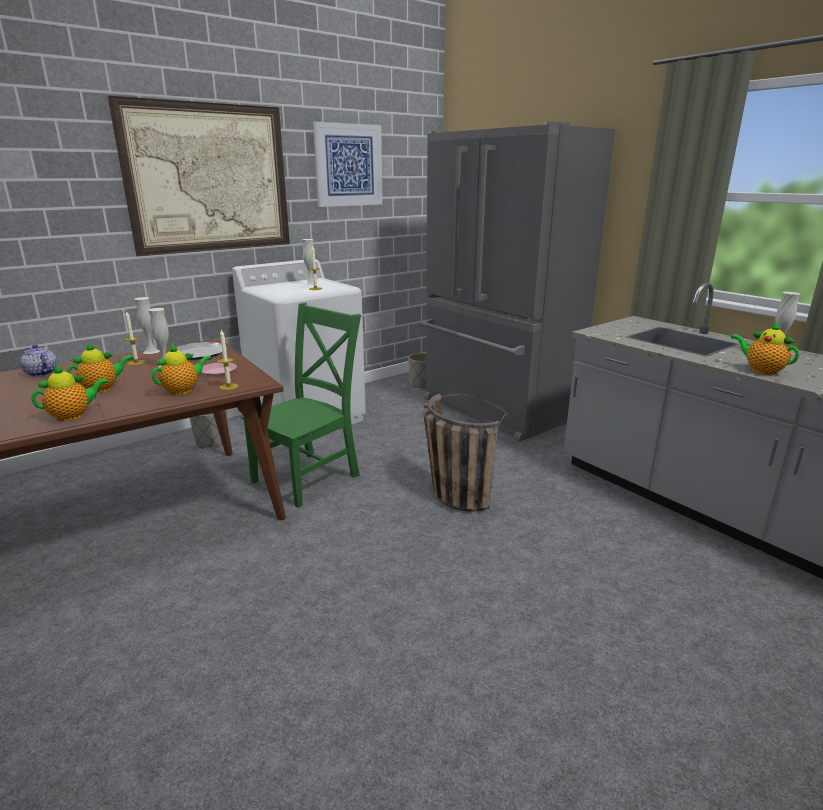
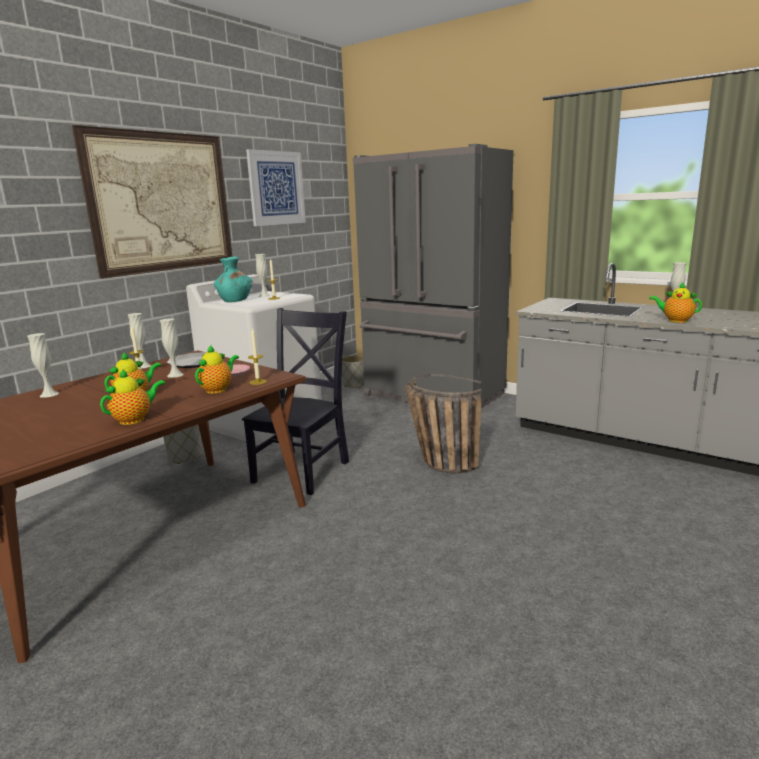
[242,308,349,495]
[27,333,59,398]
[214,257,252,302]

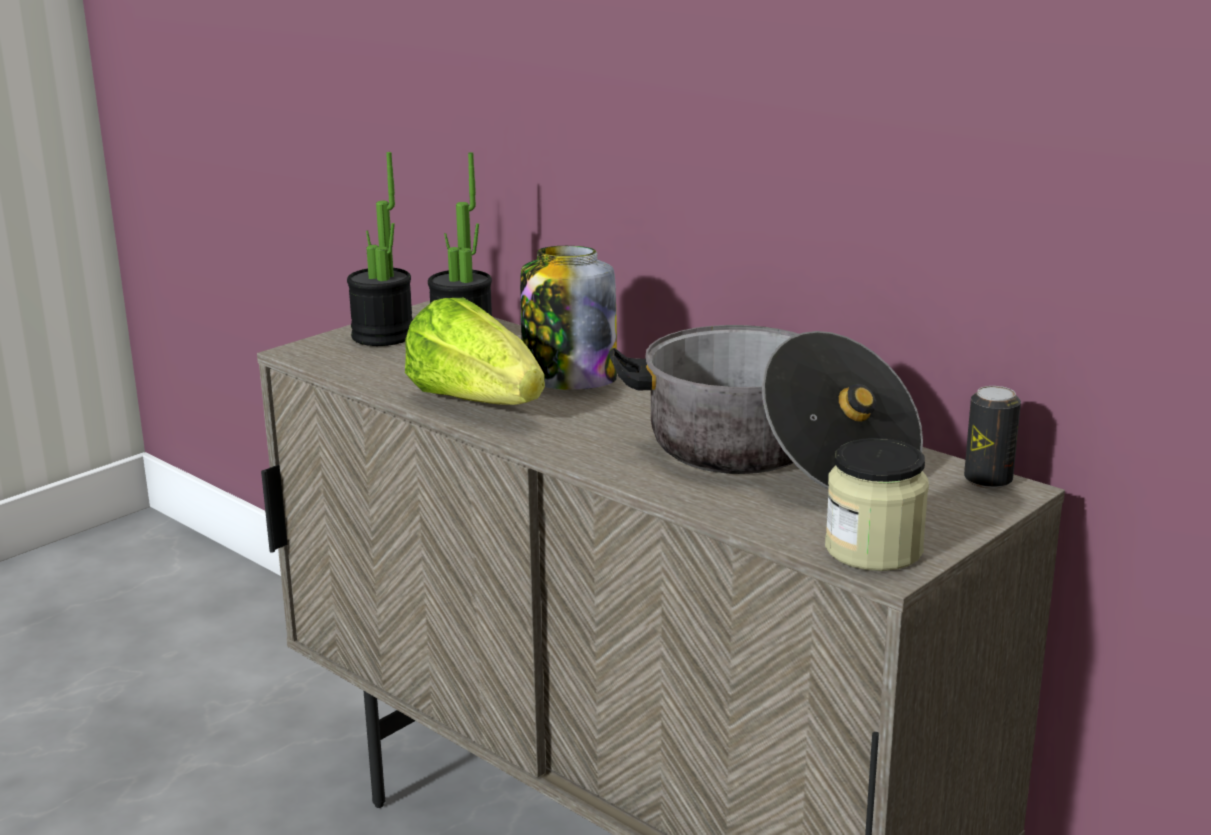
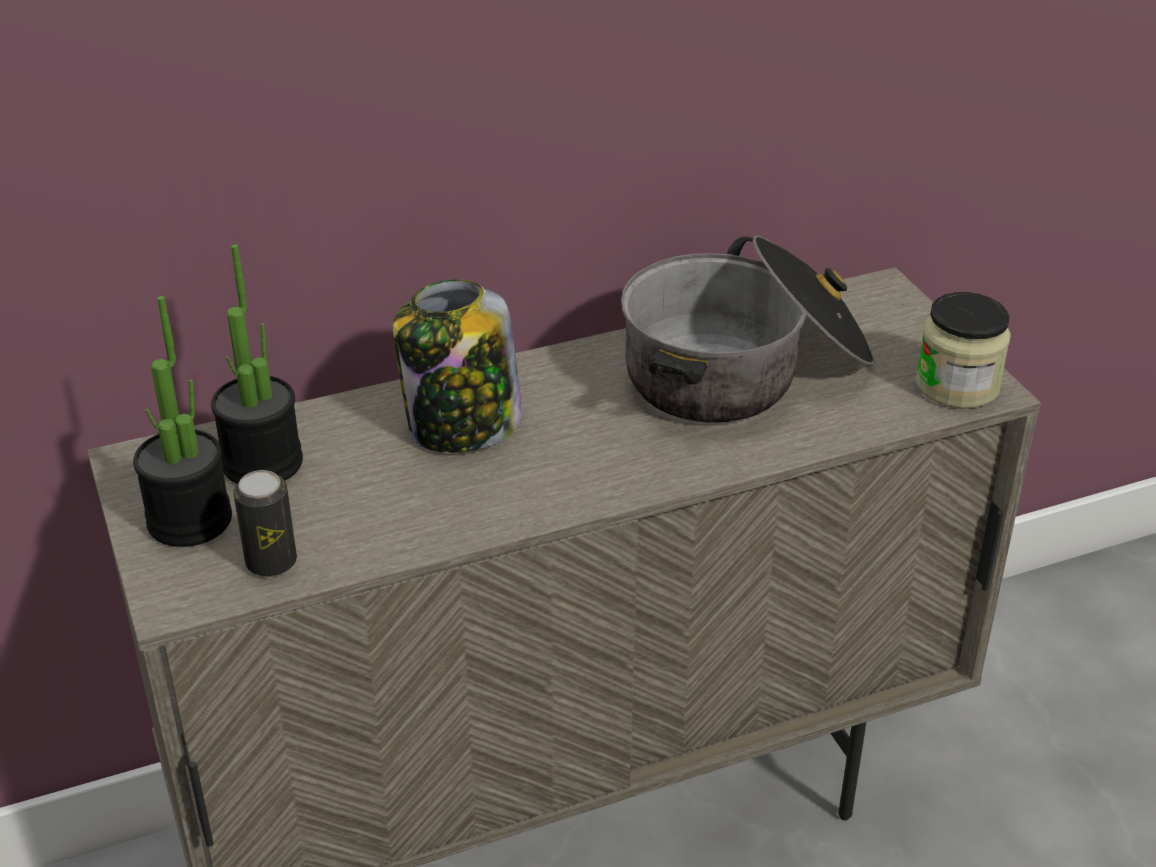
[405,298,545,405] (first image)
[233,470,297,577]

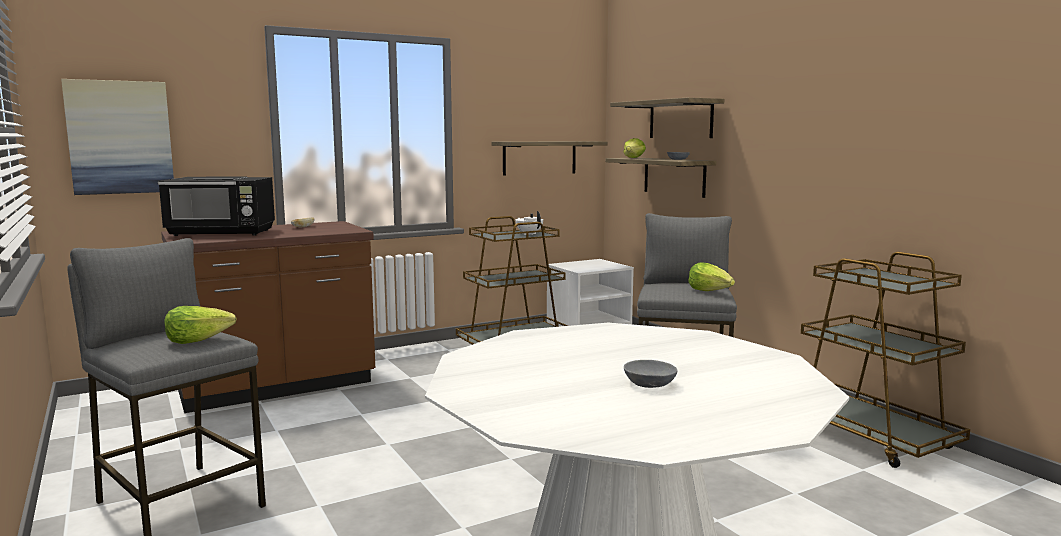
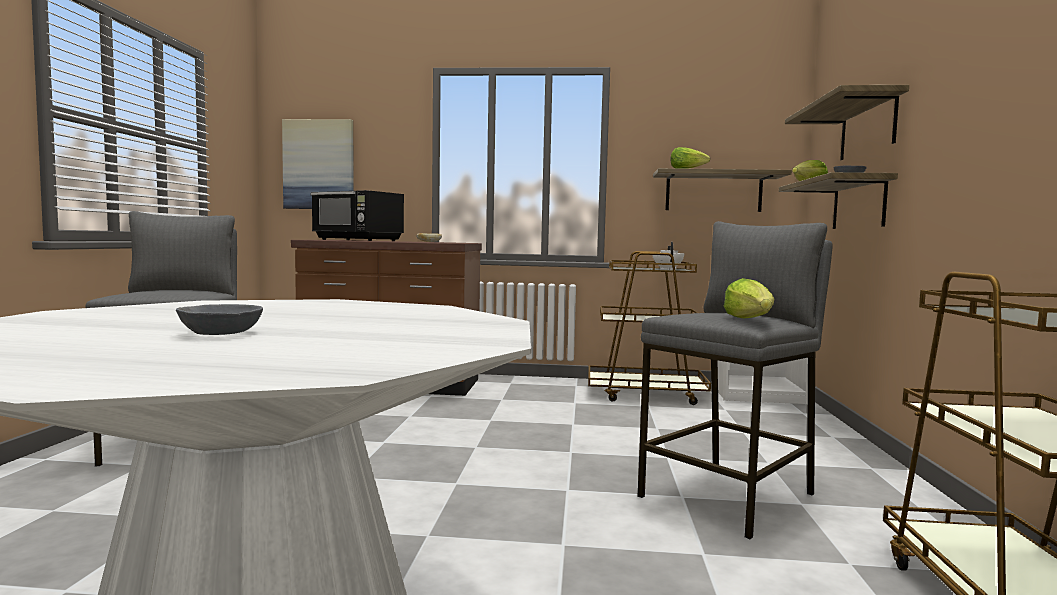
[671,147,710,169]

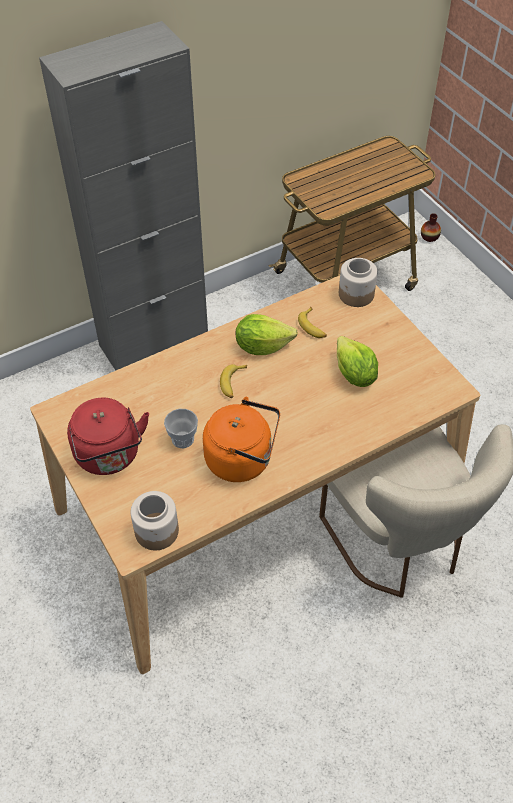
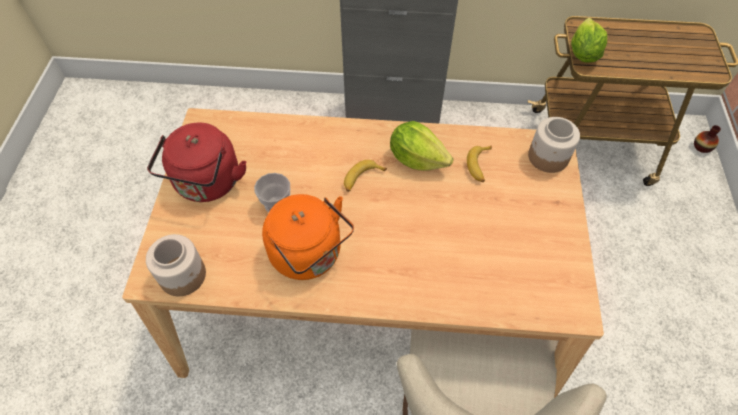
[571,18,607,63]

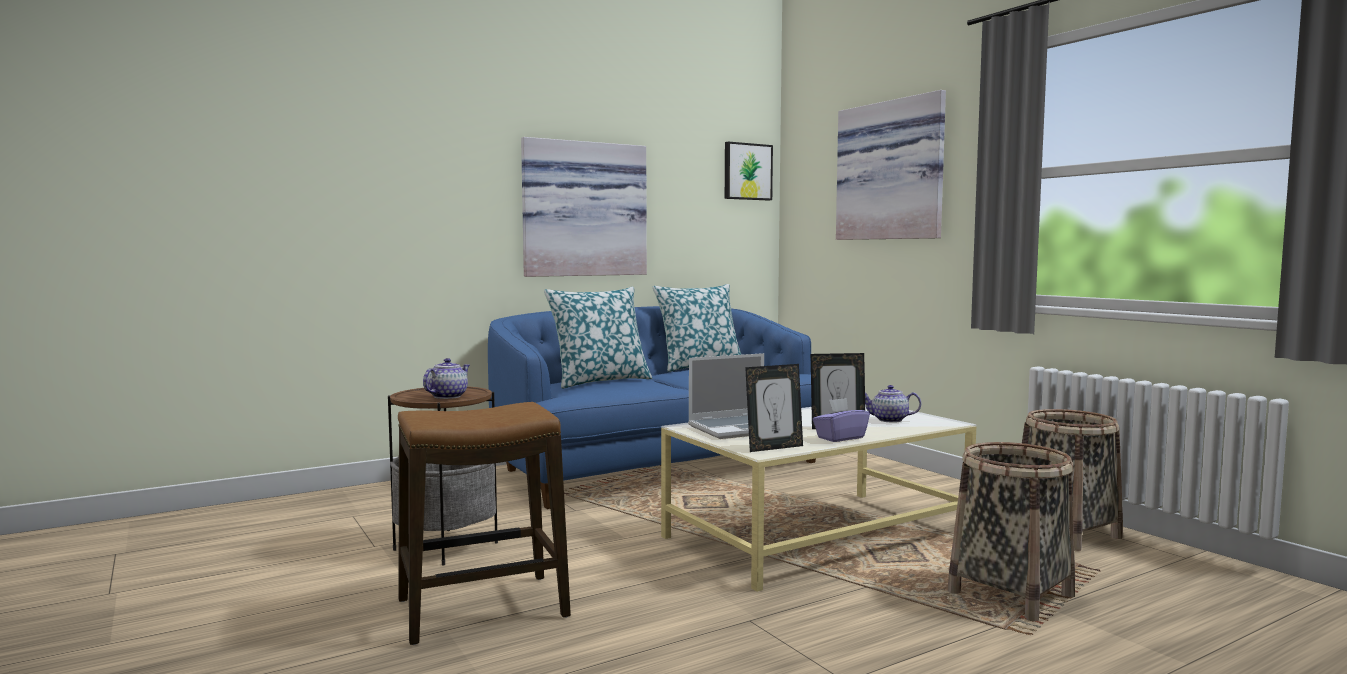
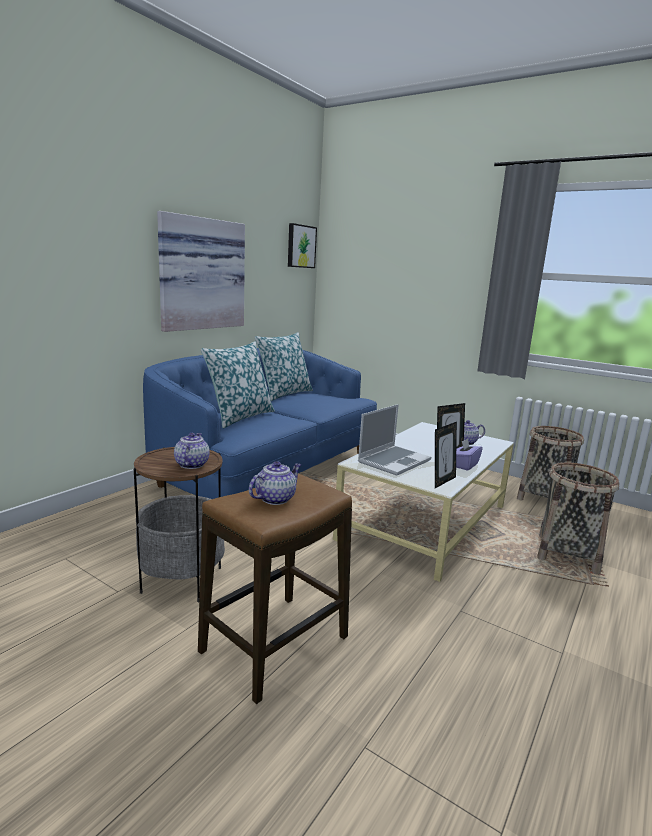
[836,90,946,240] (first image)
[249,461,301,505]

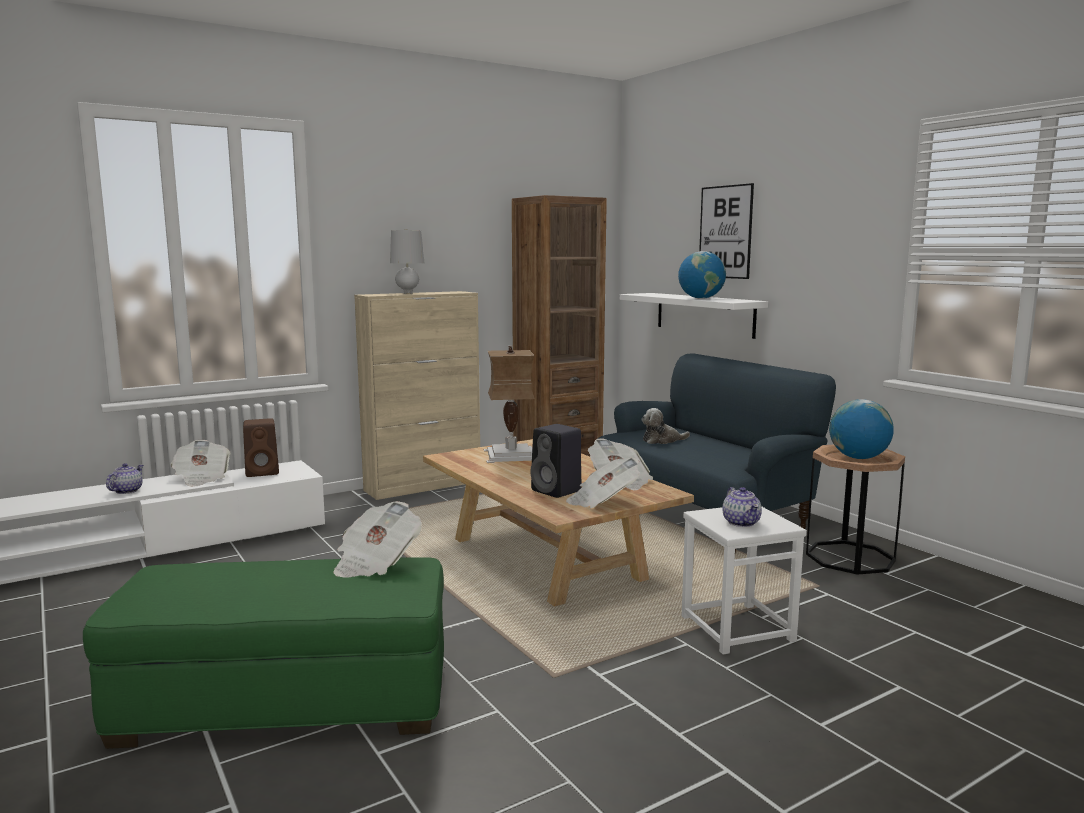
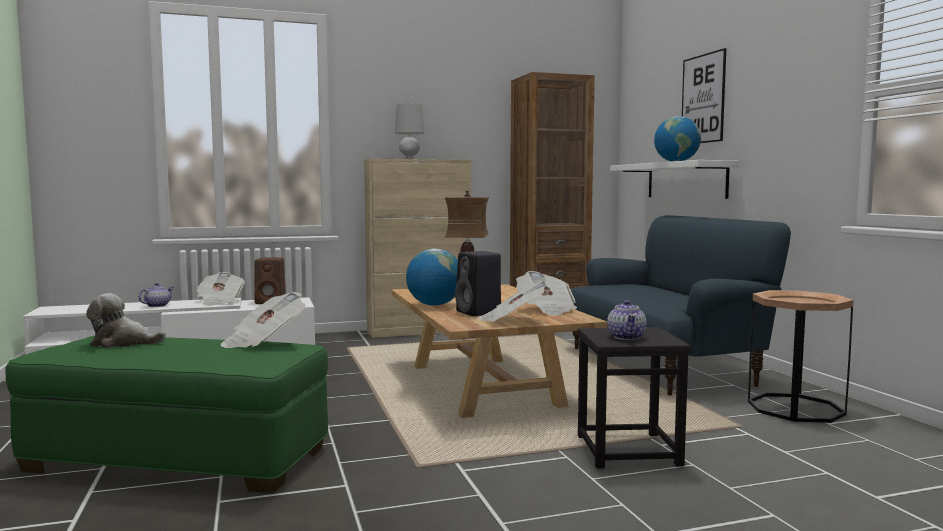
[406,249,458,306]
[86,293,166,348]
[578,327,691,469]

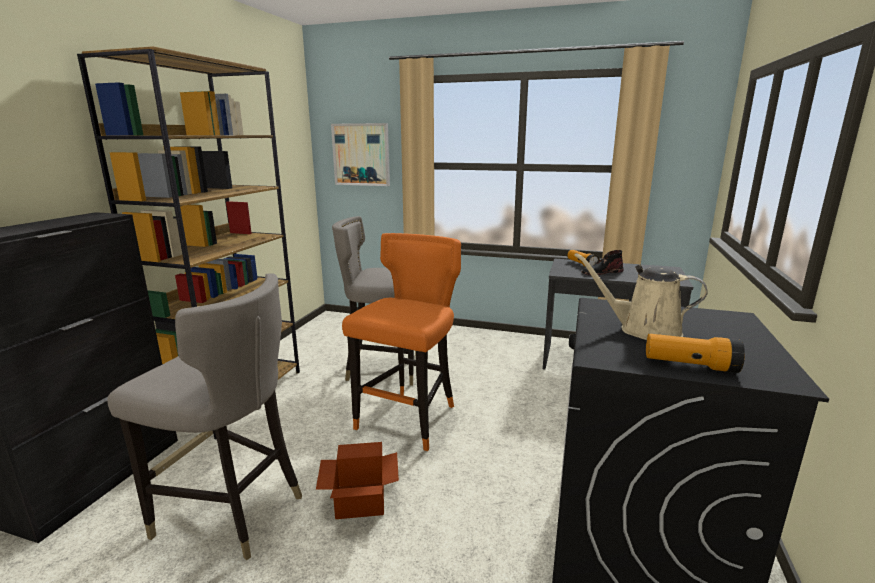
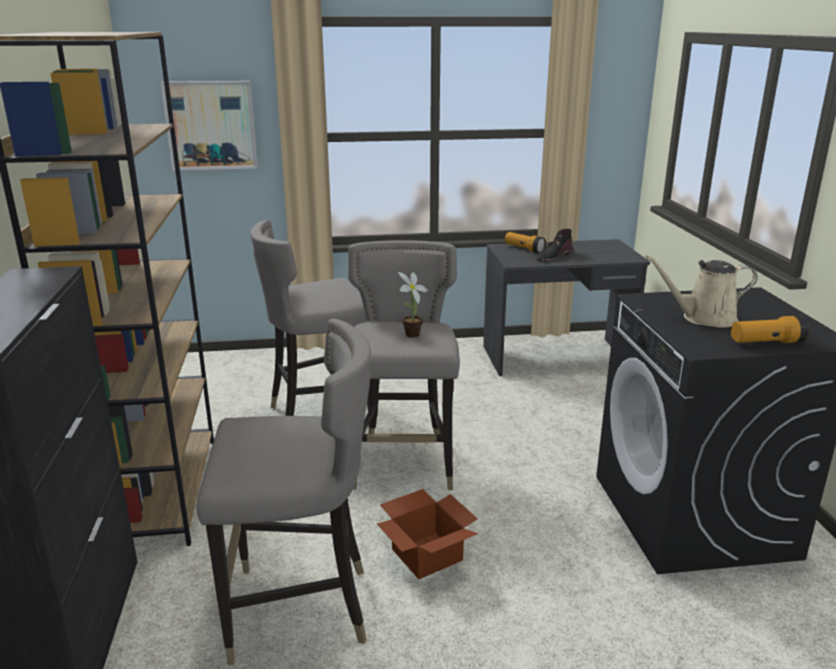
[348,240,460,490]
[398,272,428,337]

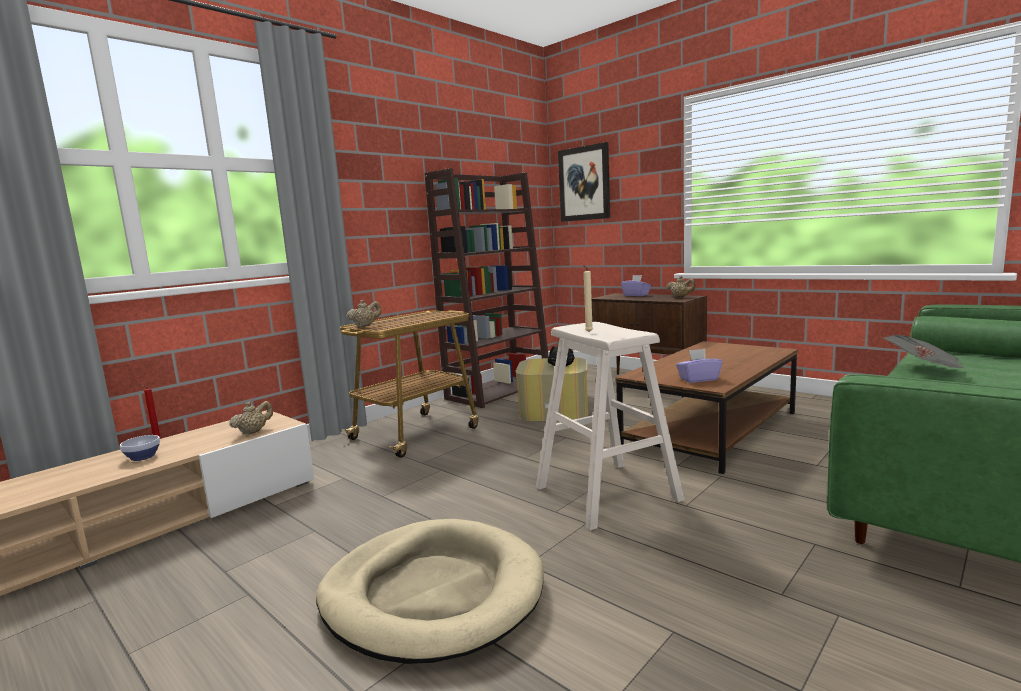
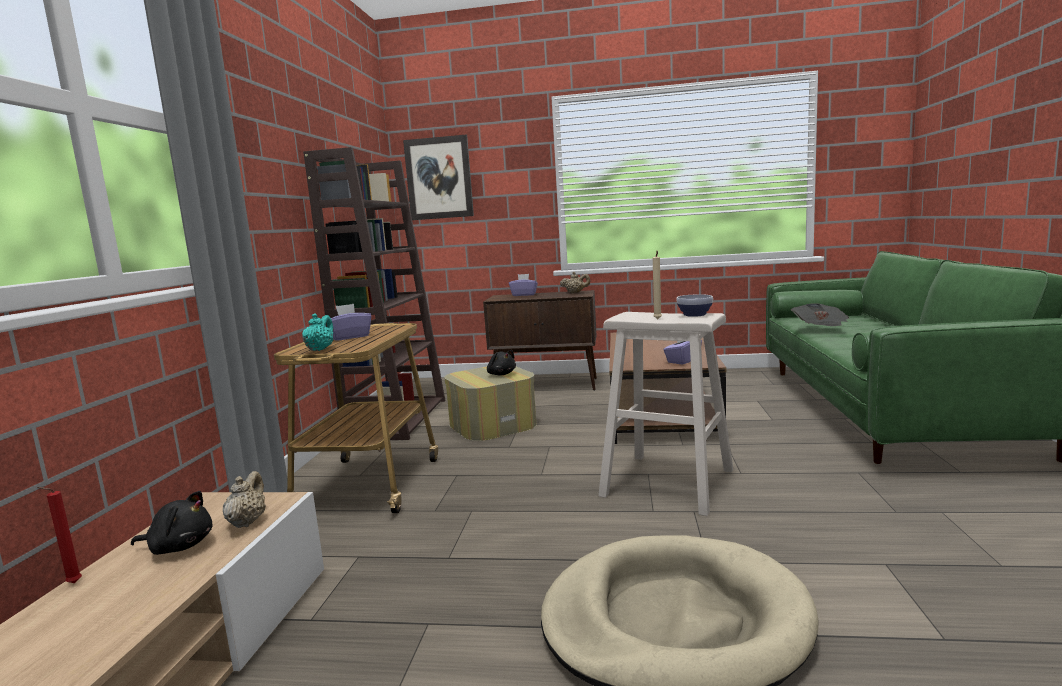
[302,313,333,351]
[677,294,713,317]
[331,304,371,341]
[131,491,212,555]

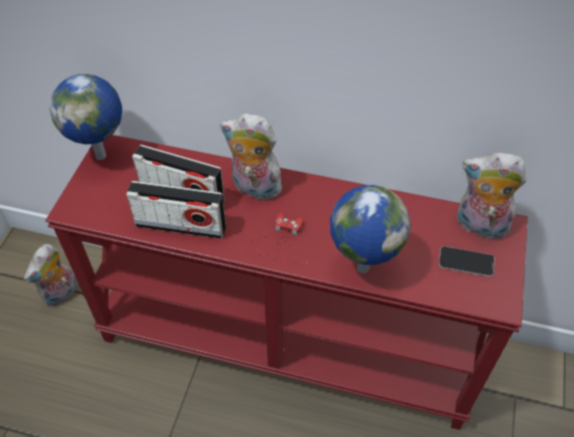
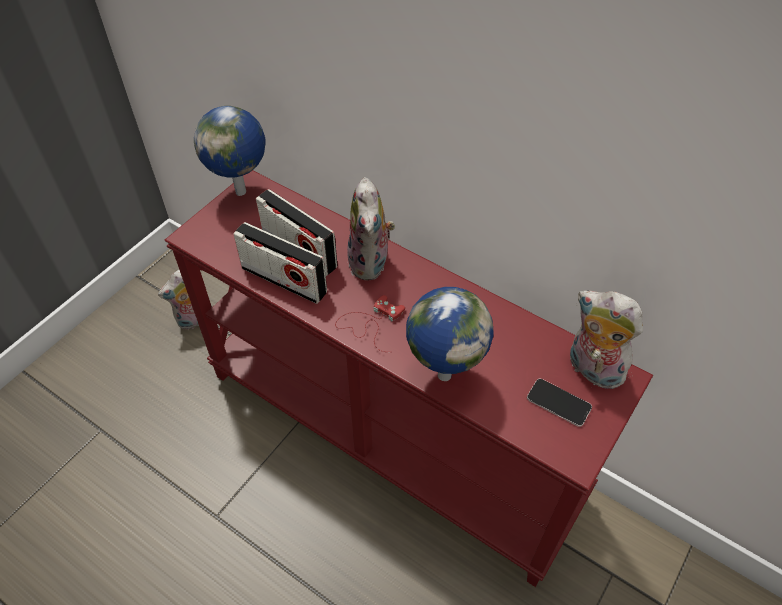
[347,177,395,281]

